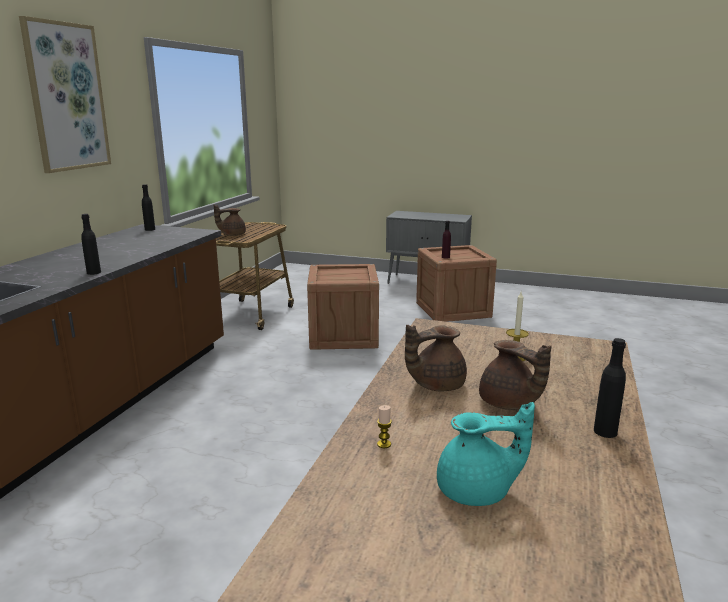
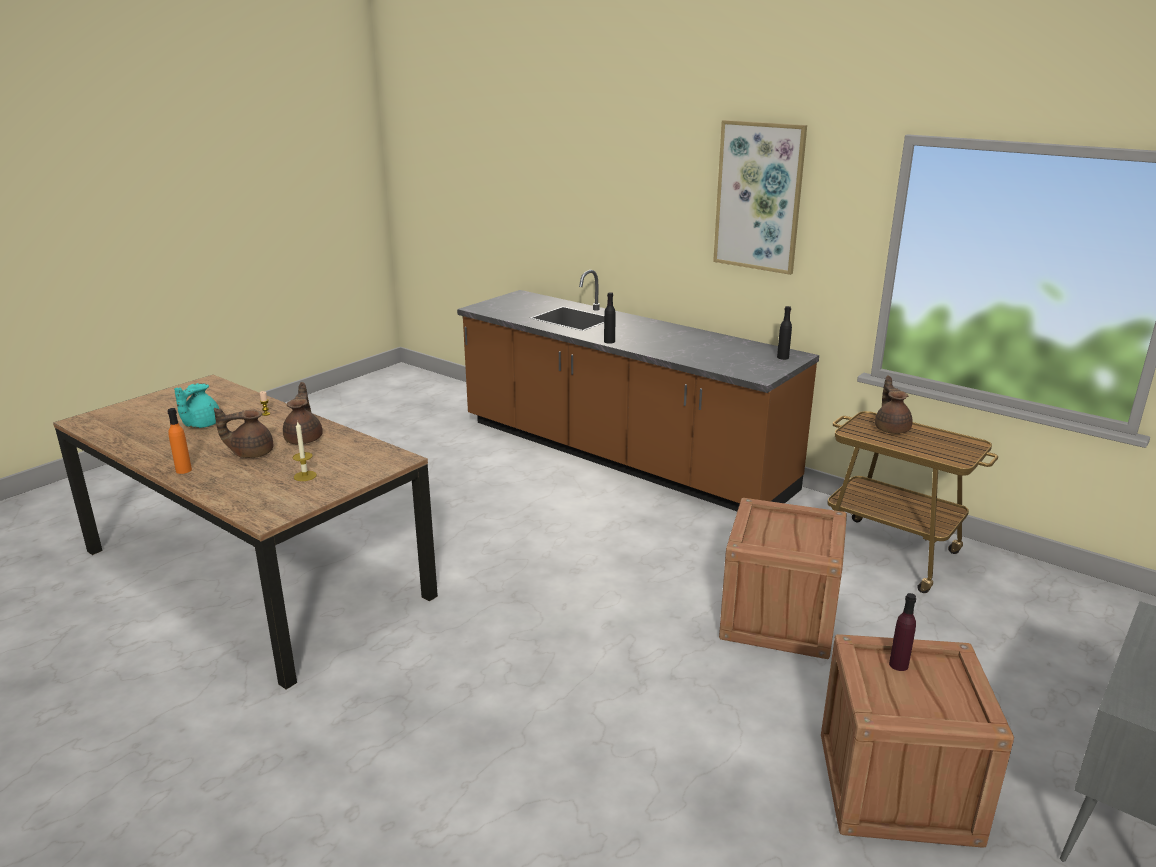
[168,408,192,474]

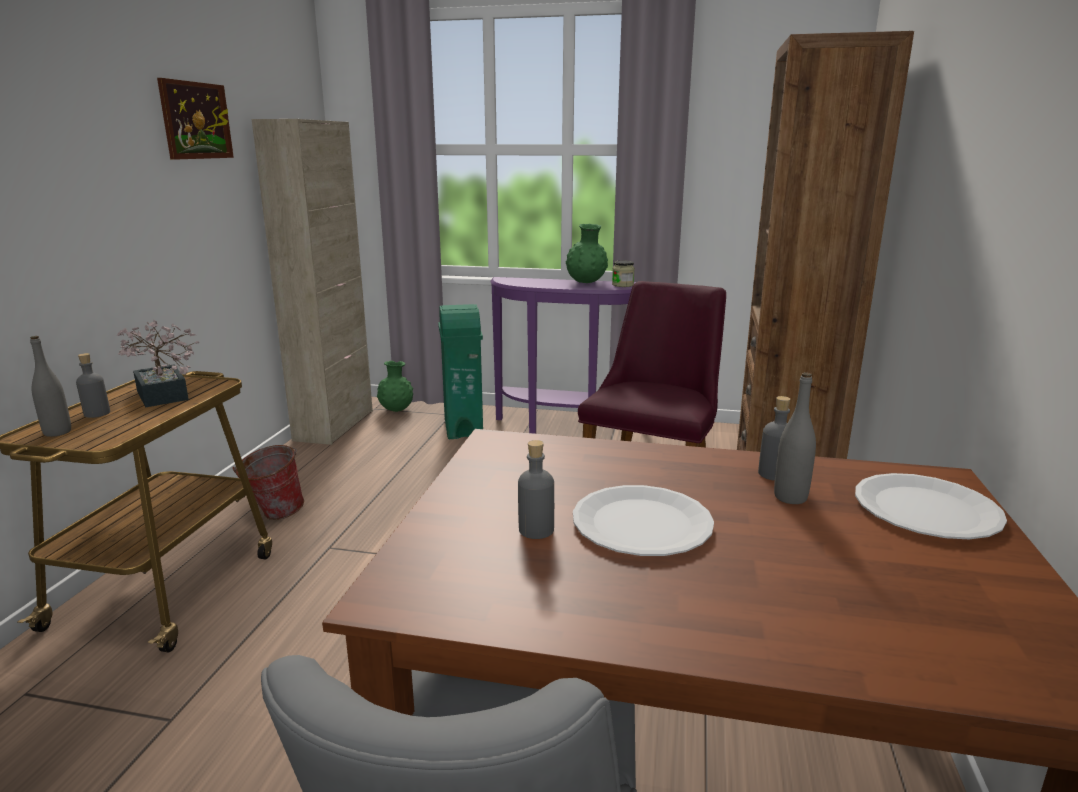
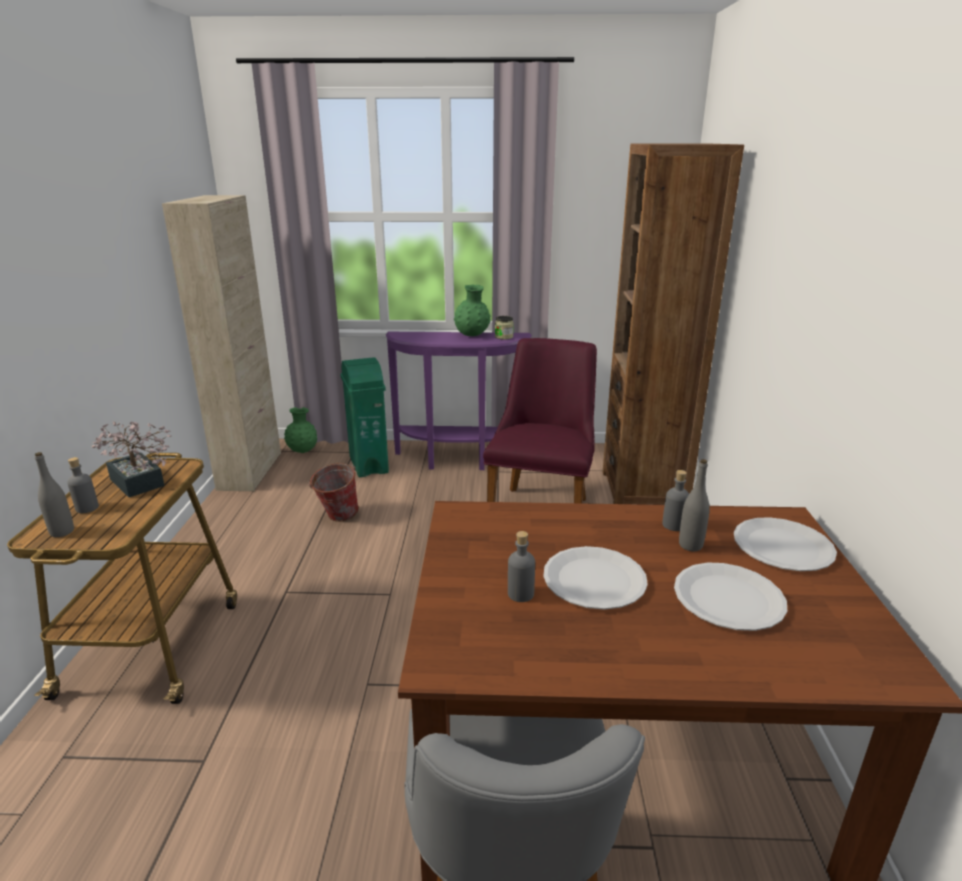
[157,78,234,160] (first image)
[308,463,359,522]
[674,563,787,631]

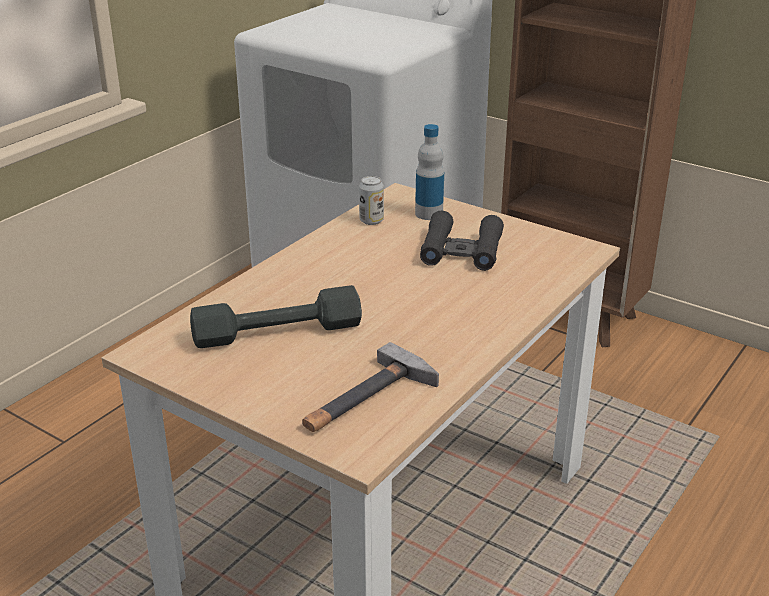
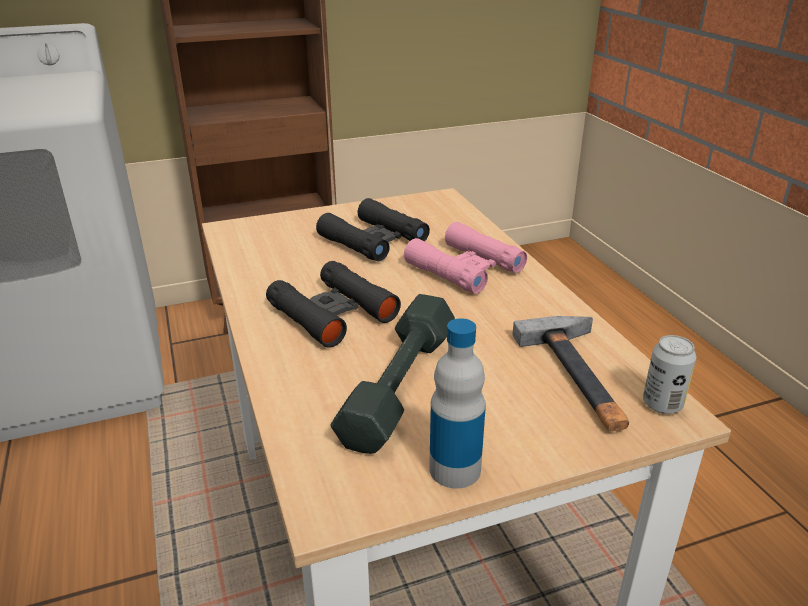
[429,318,486,489]
[643,335,696,414]
[404,222,527,294]
[266,261,401,348]

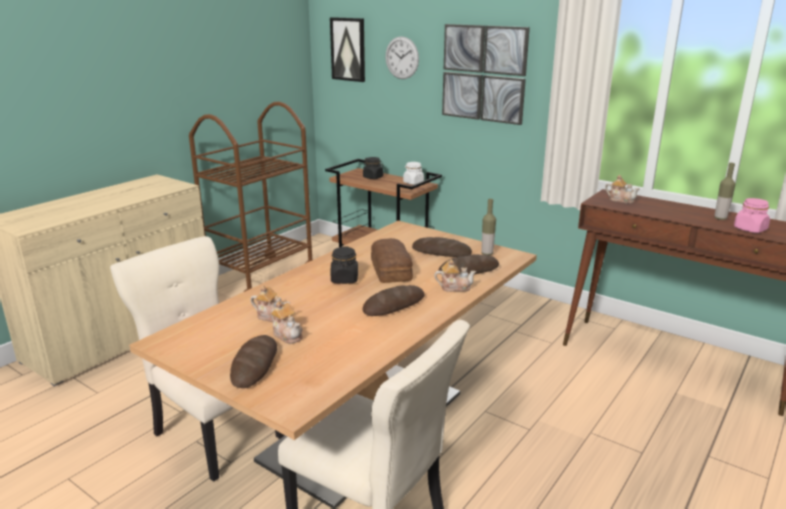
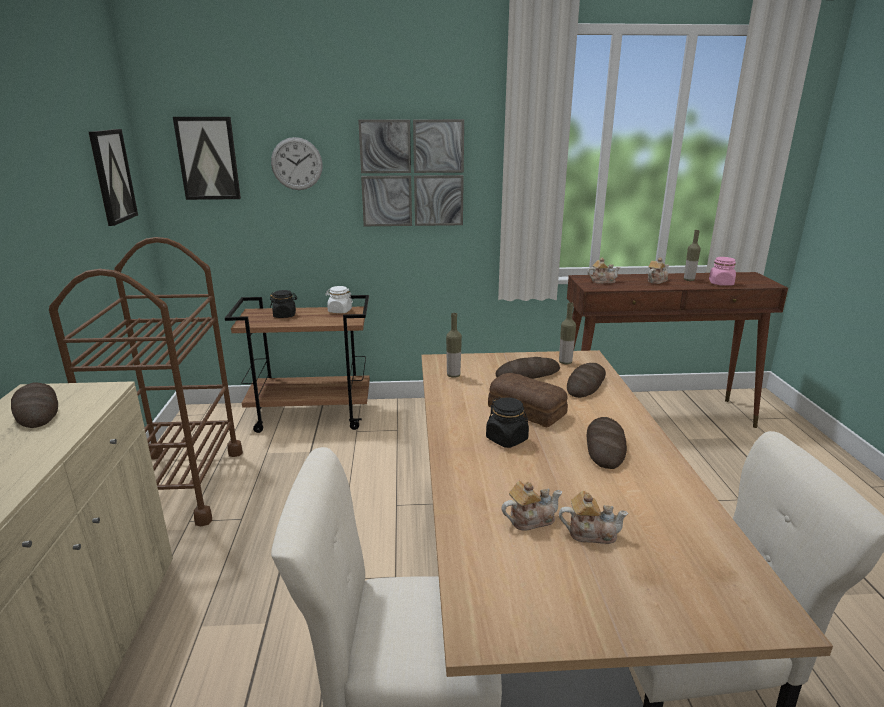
[647,258,669,284]
[11,382,58,428]
[89,129,138,226]
[446,313,462,378]

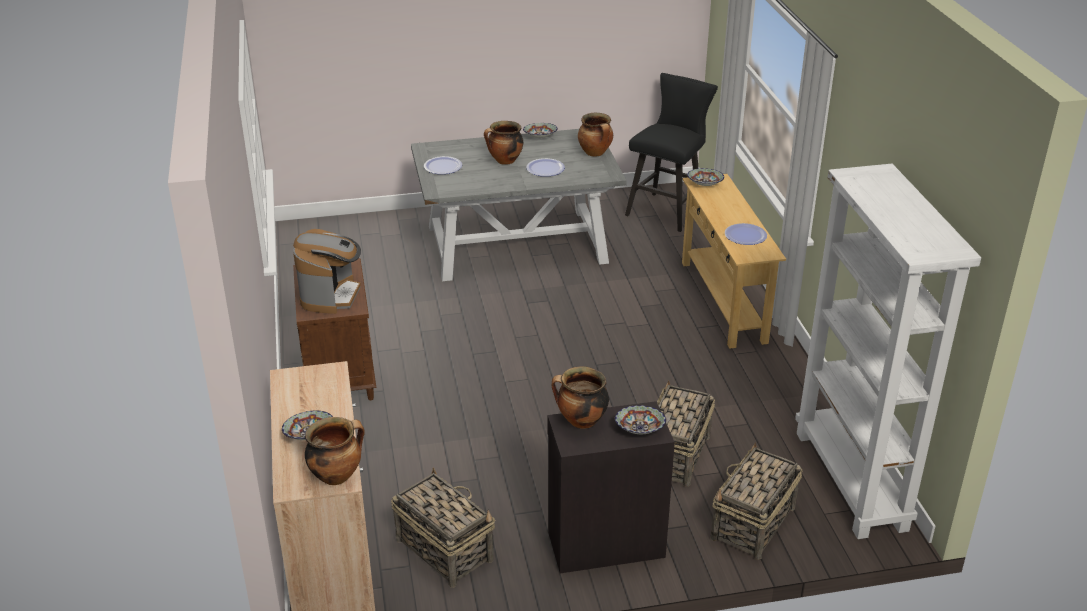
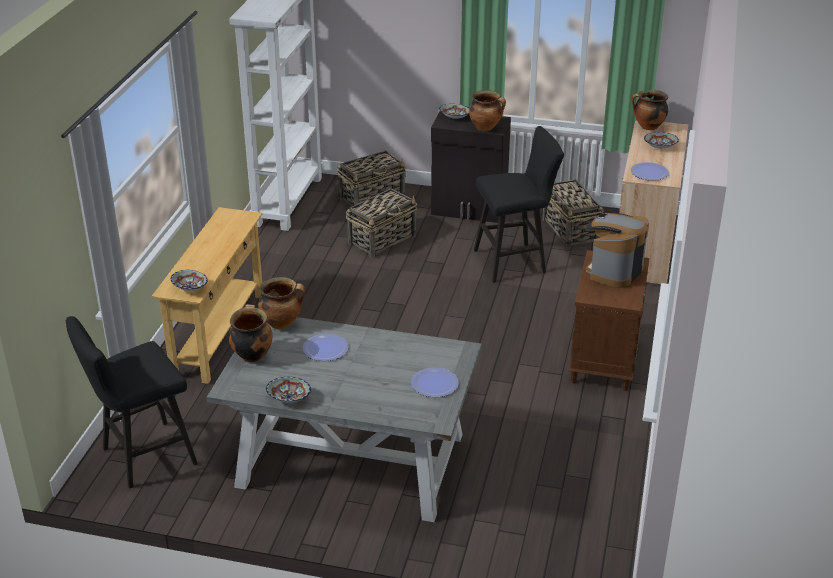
[258,277,305,329]
[631,162,669,181]
[474,126,564,283]

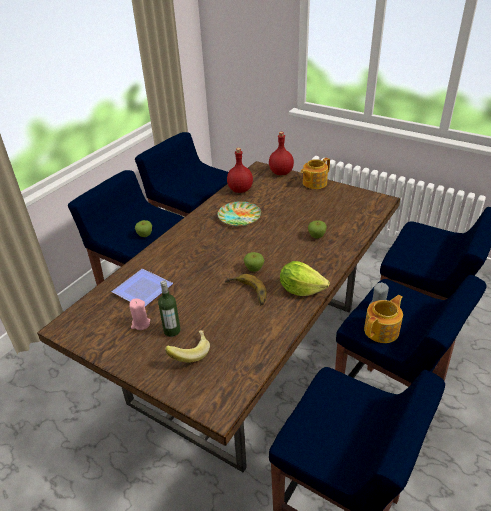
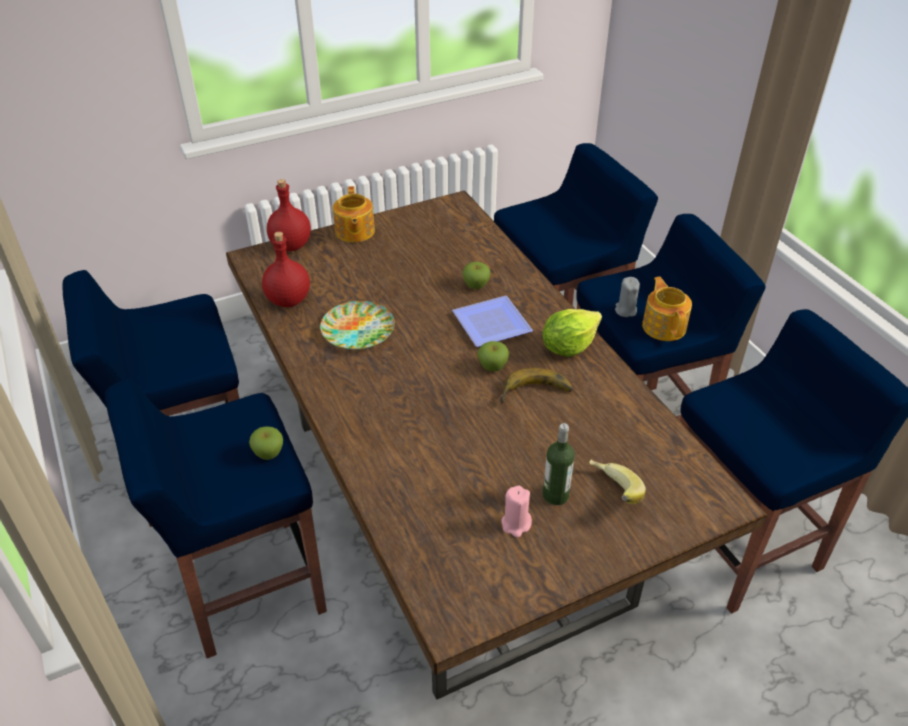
[452,296,533,347]

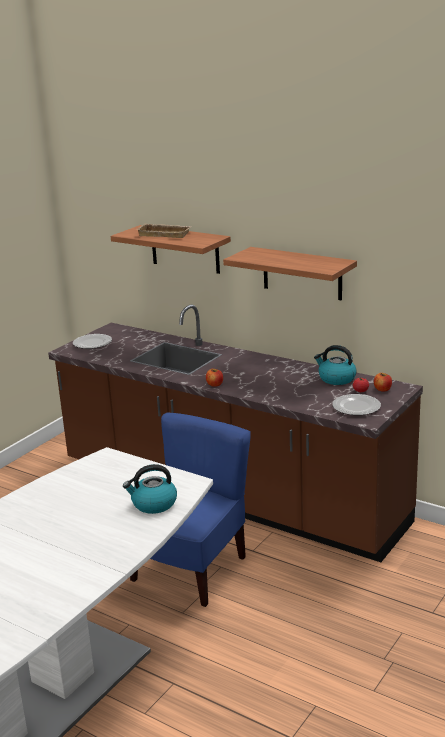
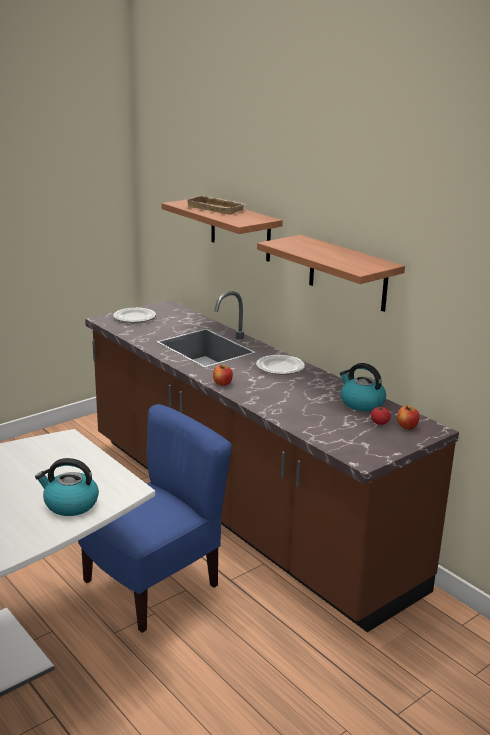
[256,355,305,374]

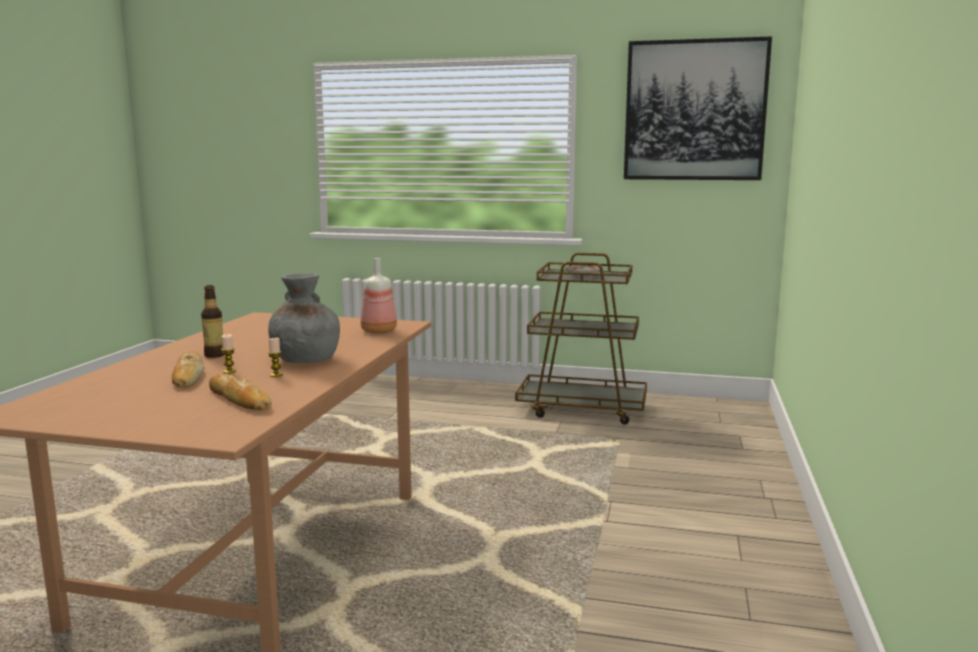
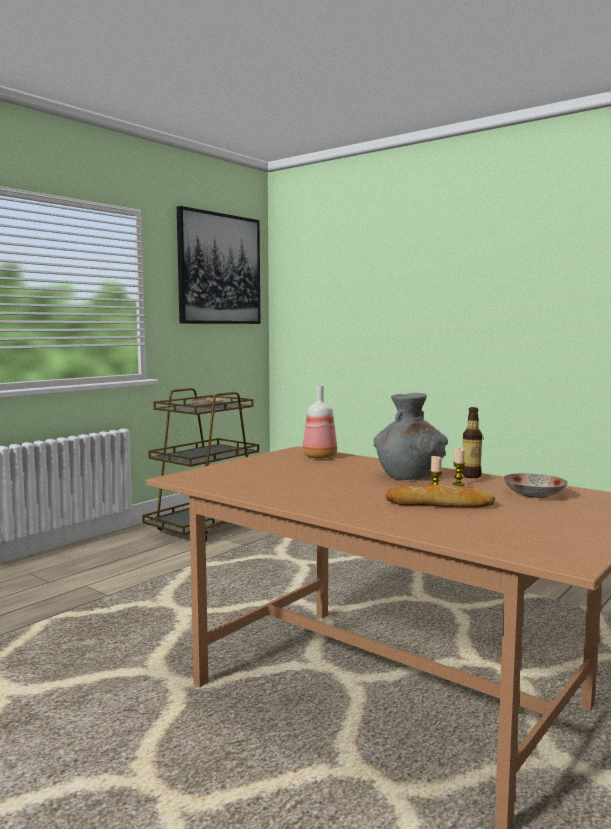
[462,407,482,478]
[503,473,568,498]

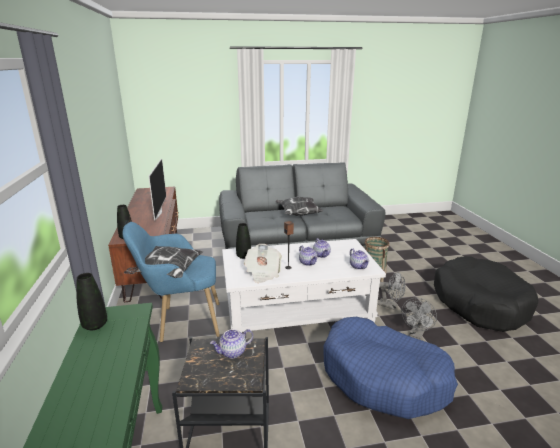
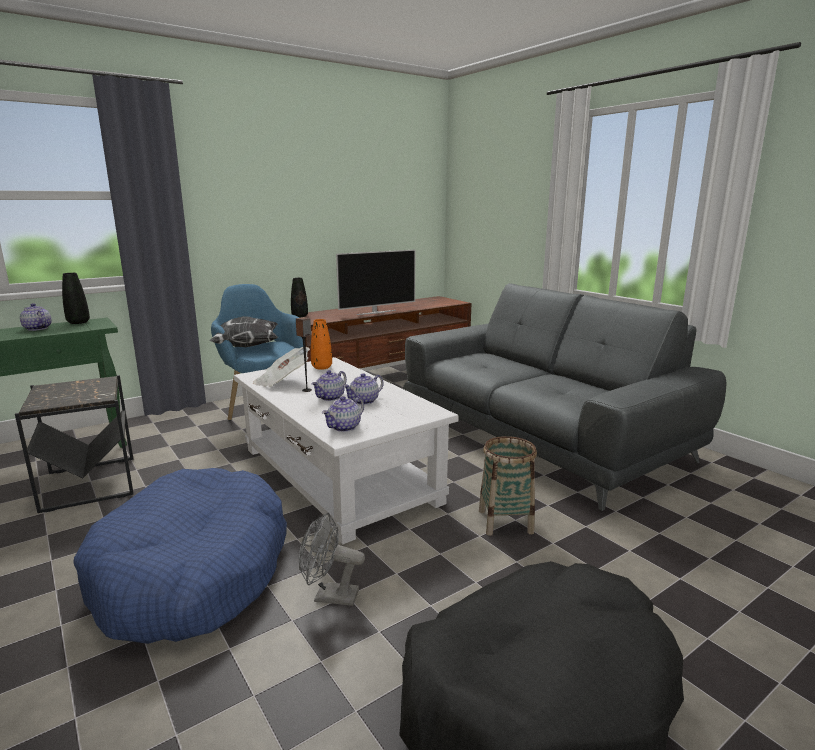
[276,197,323,216] (first image)
[311,319,332,370]
[378,272,406,310] (first image)
[20,303,52,331]

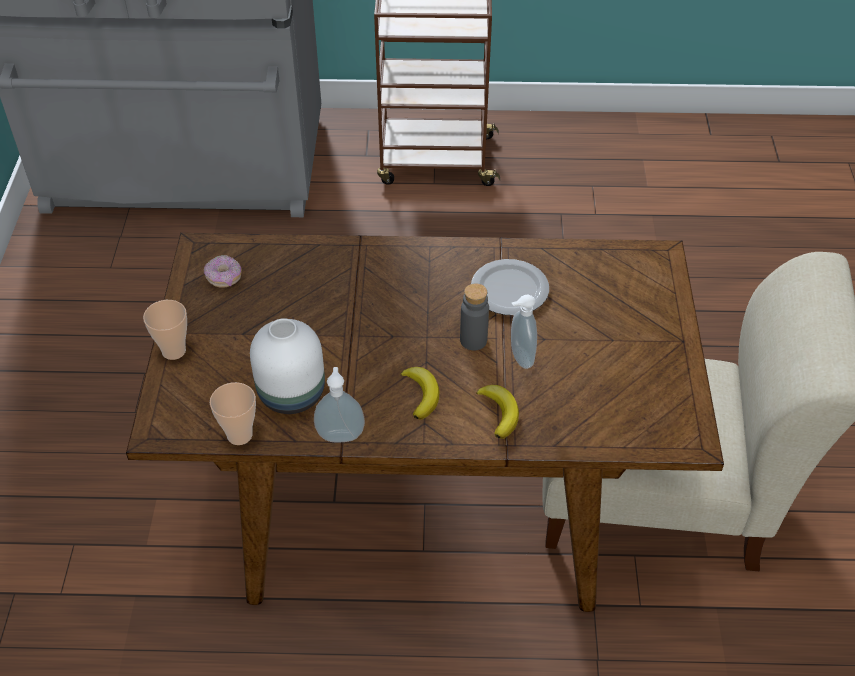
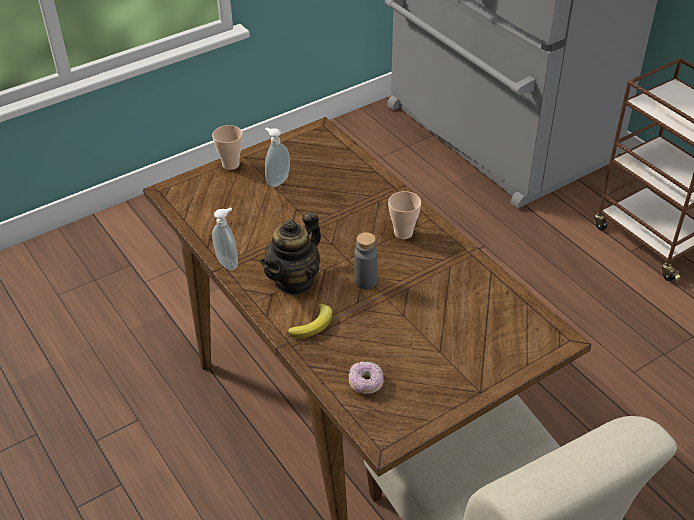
[349,362,384,394]
[471,259,549,315] (first image)
[265,128,290,187]
[250,318,325,414] (first image)
[260,212,321,295]
[388,191,421,239]

